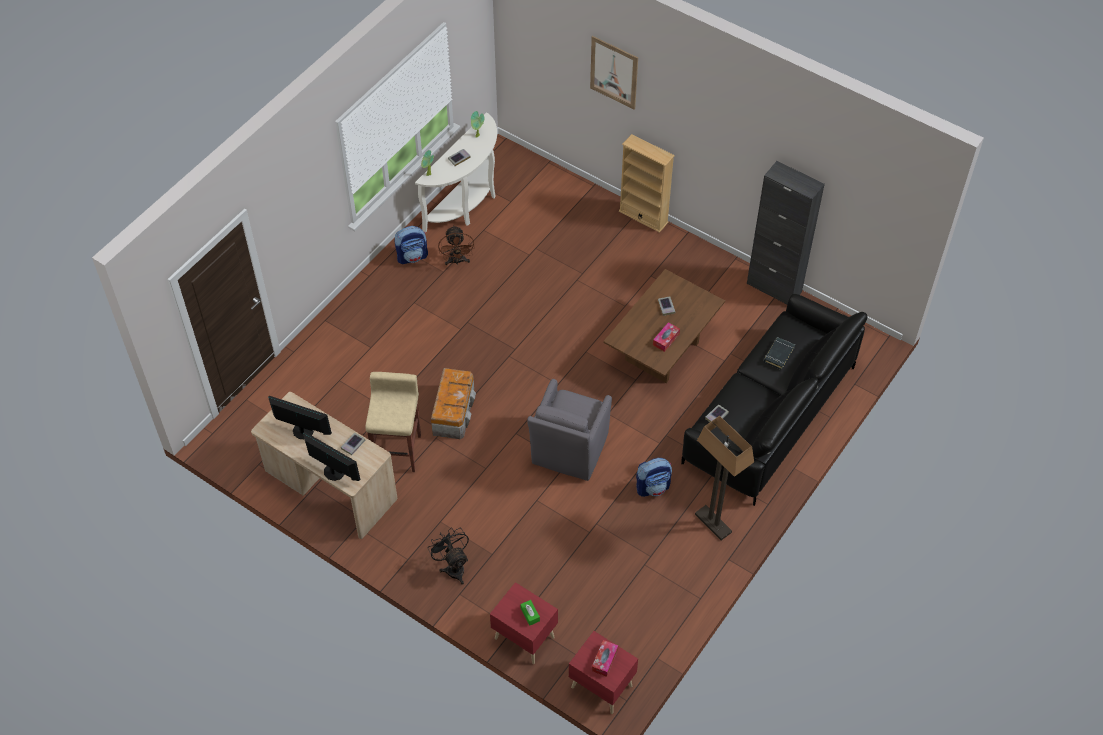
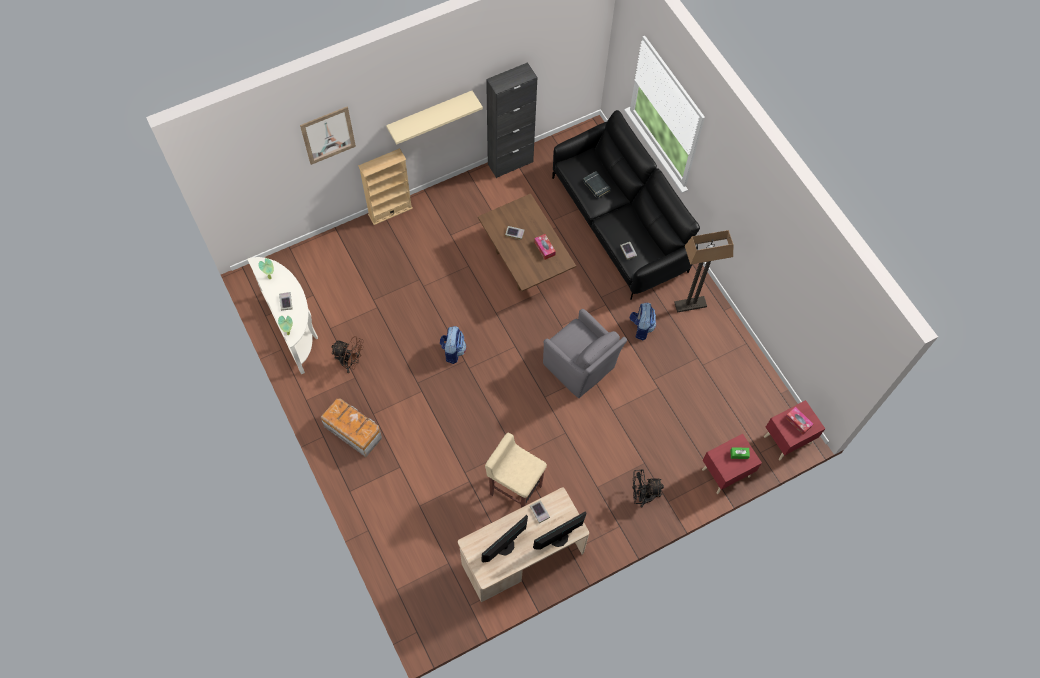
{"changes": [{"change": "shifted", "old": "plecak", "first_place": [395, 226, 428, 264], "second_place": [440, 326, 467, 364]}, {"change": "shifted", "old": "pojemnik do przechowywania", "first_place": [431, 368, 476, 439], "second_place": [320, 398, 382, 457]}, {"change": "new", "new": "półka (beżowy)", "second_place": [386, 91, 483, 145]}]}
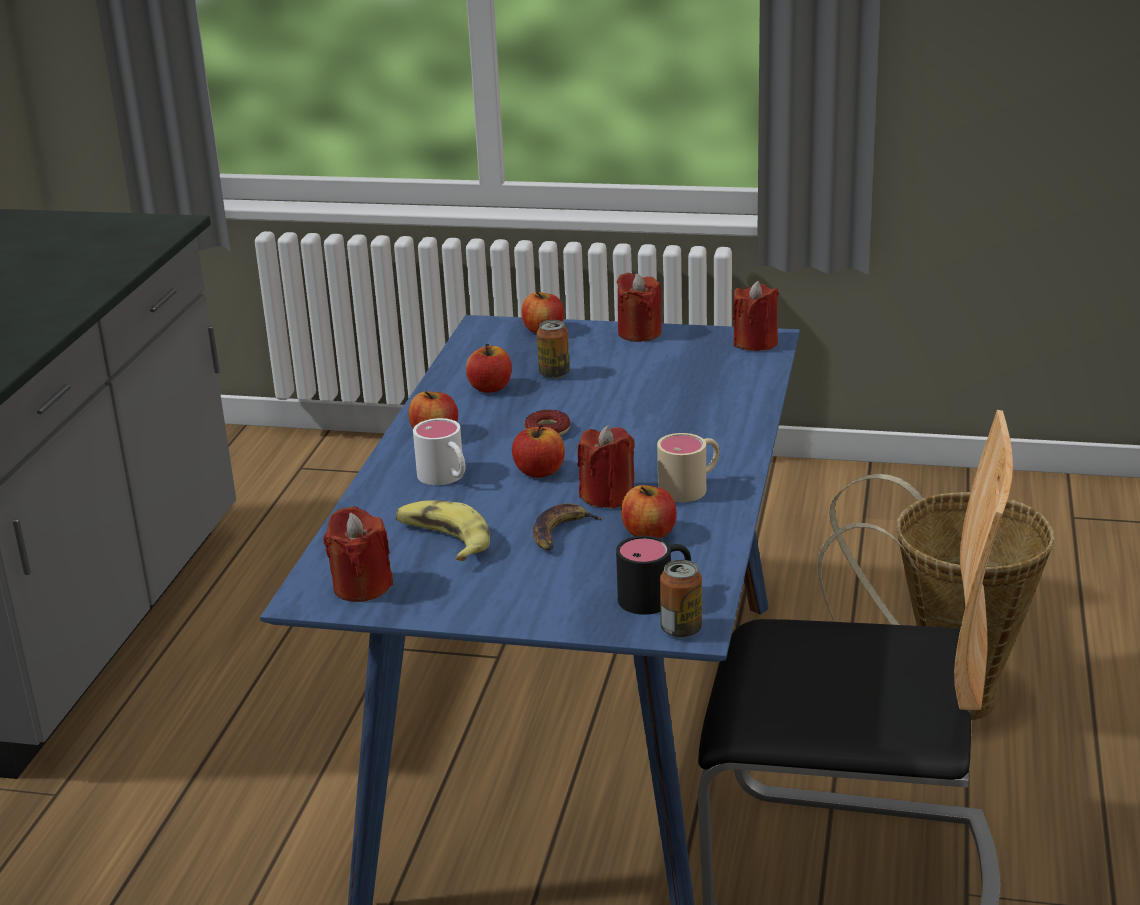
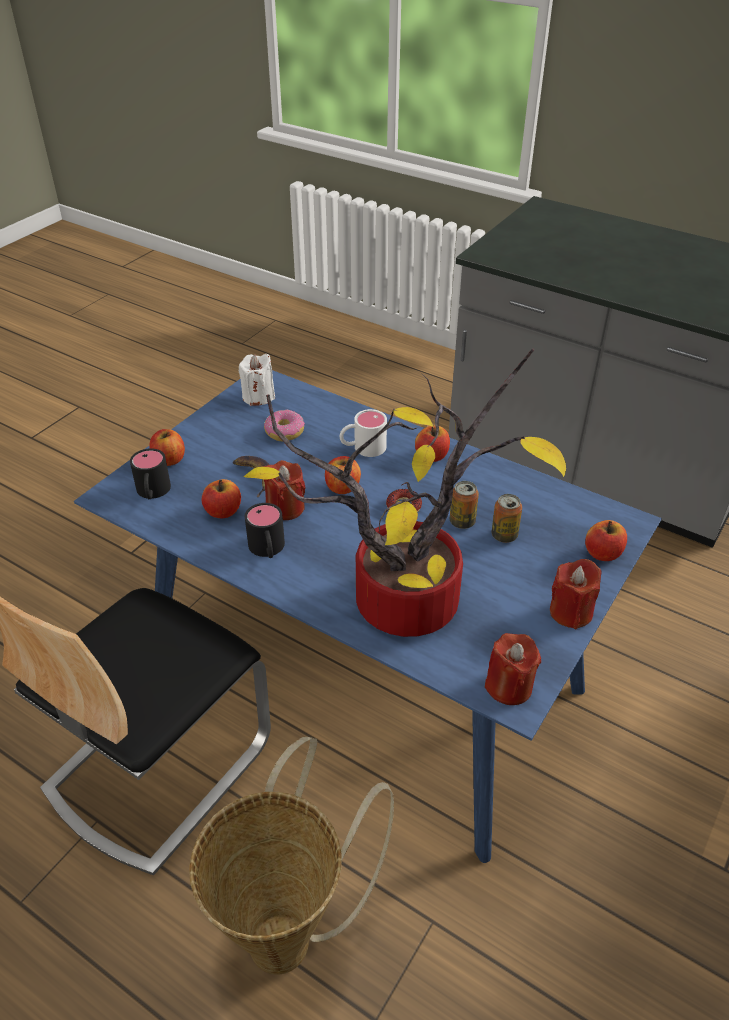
{"changes": [{"change": "repainted", "old": "świeca (czerwony)", "new": "świeca (biały)", "first_place": [323, 506, 393, 602], "second_place": [239, 354, 275, 406]}, {"change": "swapped", "old": "banan", "new": "donut", "first_place": [396, 500, 490, 561], "second_place": [264, 410, 305, 441]}, {"change": "shifted", "old": "jabłko", "first_place": [466, 344, 512, 393], "second_place": [149, 429, 185, 466]}, {"change": "repainted", "old": "kubek (beżowy)", "new": "kubek (czarny)", "first_place": [657, 433, 720, 502], "second_place": [245, 503, 285, 558]}, {"change": "shifted", "old": "puszka", "first_place": [660, 560, 702, 638], "second_place": [450, 481, 479, 529]}, {"change": "new", "new": "roślina doniczkowa", "second_place": [244, 348, 566, 637]}]}
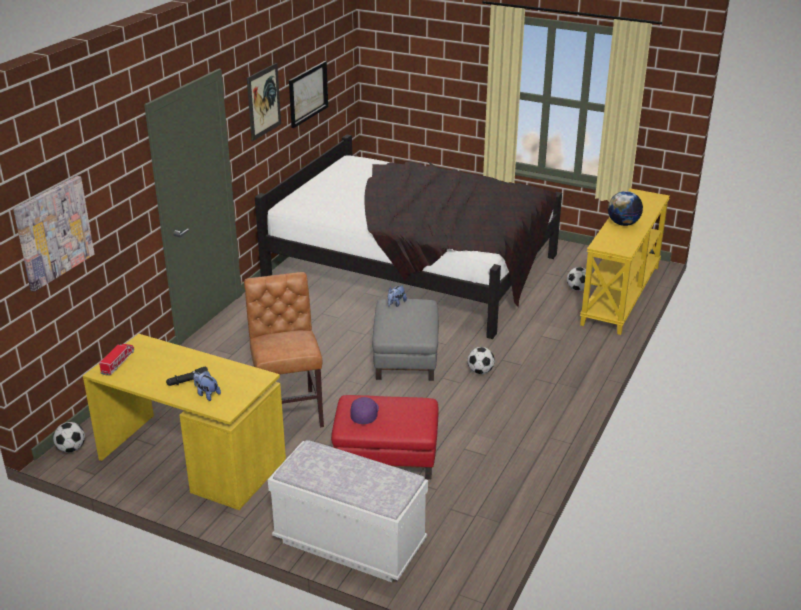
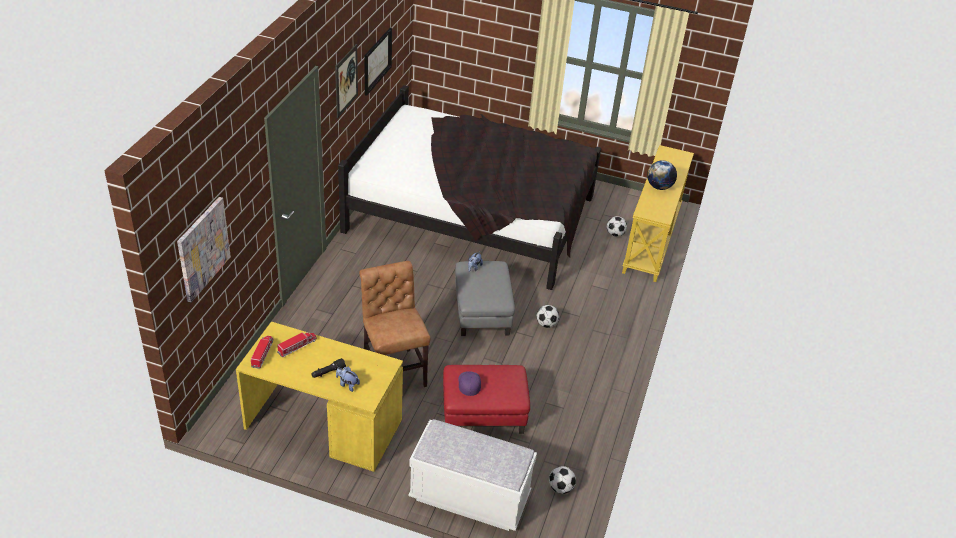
{"changes": [{"change": "shifted", "old": "piłka futbolowa", "first_place": [53, 422, 85, 453], "second_place": [549, 466, 576, 494]}, {"change": "new", "new": "ciężarówka zabawkowa", "second_place": [277, 332, 317, 357]}]}
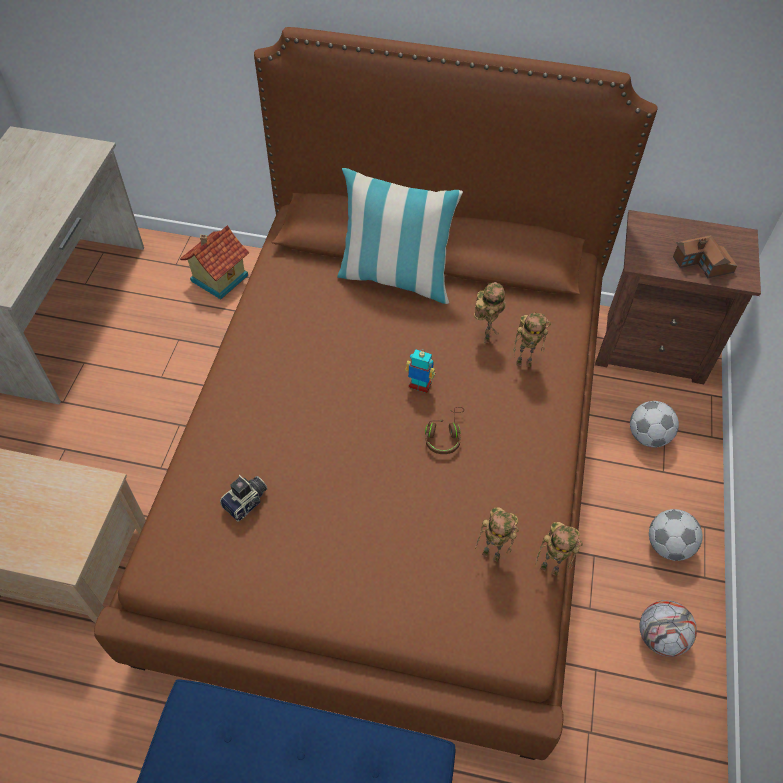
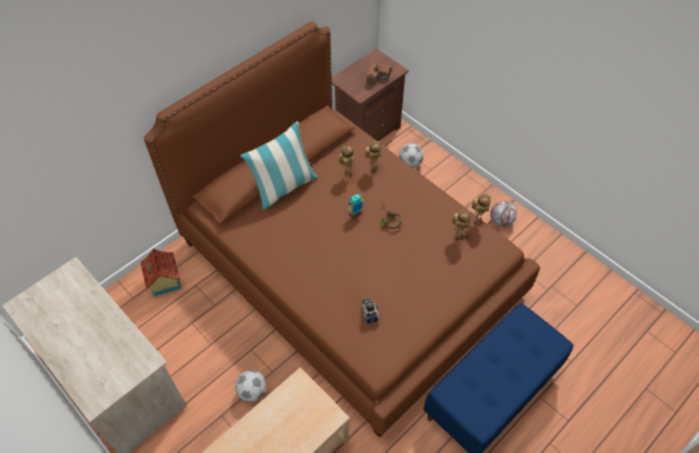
{"changes": [{"change": "shifted", "old": "piłka futbolowa", "first_place": [649, 509, 703, 561], "second_place": [235, 370, 266, 402]}]}
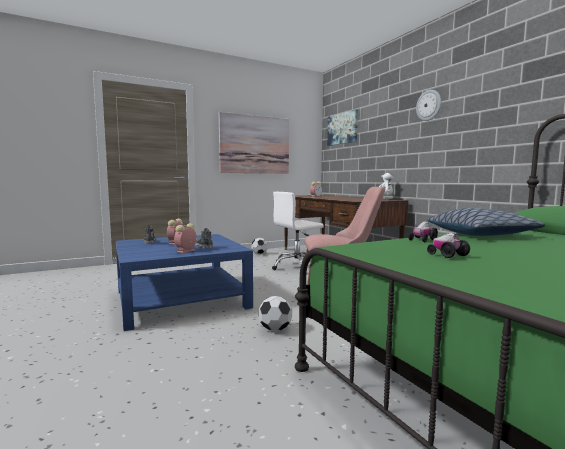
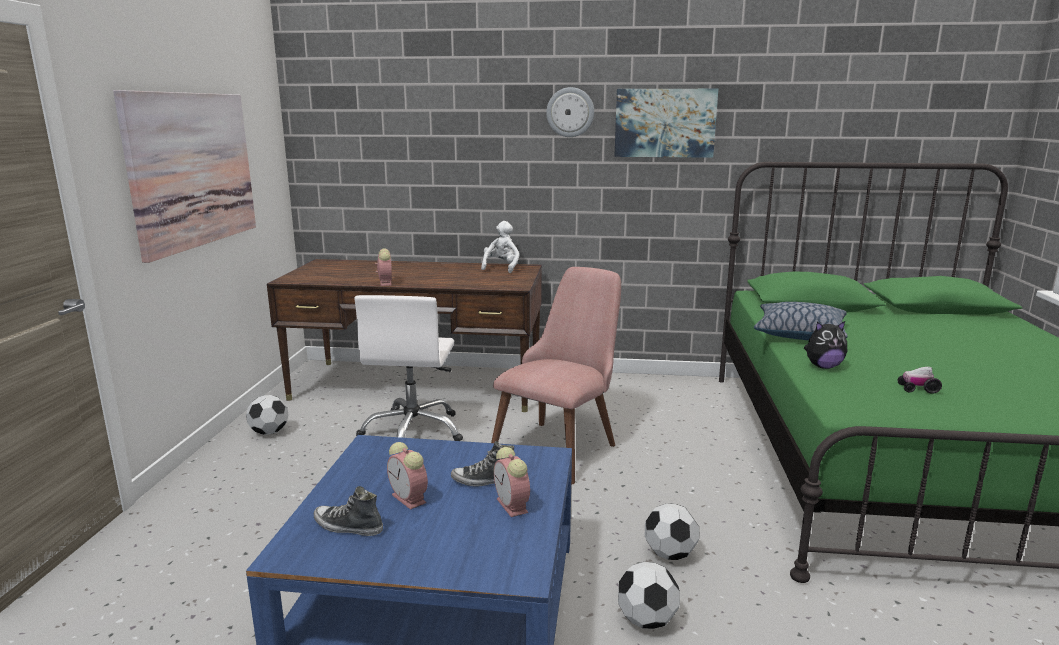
{"changes": [{"change": "shifted", "old": "obraz", "first_place": [327, 109, 358, 146], "second_place": [614, 89, 718, 158]}, {"change": "swapped", "old": "samochodzik", "new": "pluszak", "first_place": [408, 221, 438, 242], "second_place": [804, 321, 847, 369]}, {"change": "new", "new": "piłka futbolowa", "second_place": [618, 562, 680, 629]}]}
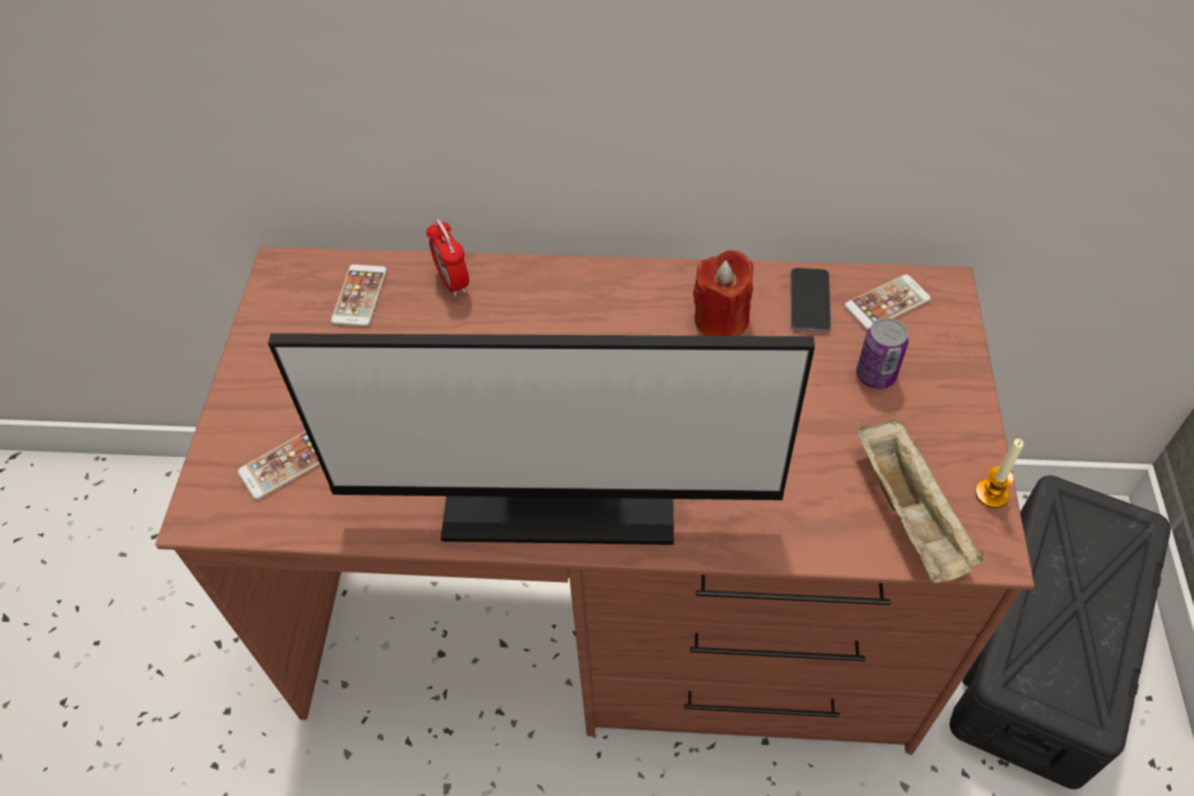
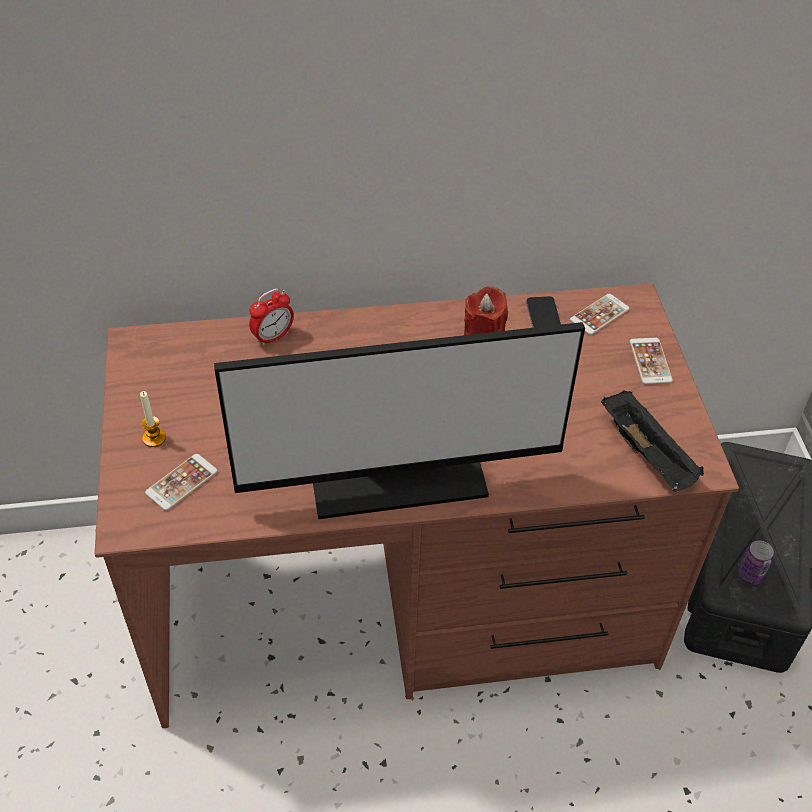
{"changes": [{"change": "shifted", "old": "telefon", "first_place": [331, 264, 387, 326], "second_place": [629, 338, 673, 385]}, {"change": "rotated", "old": "budzik", "first_place": [427, 219, 469, 297], "second_place": [249, 288, 294, 346], "degrees": -90}, {"change": "shifted", "old": "puszka", "first_place": [856, 318, 908, 389], "second_place": [738, 541, 774, 585]}, {"change": "repainted", "old": "taca (beżowy)", "new": "taca (czarny)", "first_place": [857, 419, 983, 583], "second_place": [601, 390, 704, 492]}, {"change": "shifted", "old": "świeca", "first_place": [975, 439, 1024, 508], "second_place": [140, 391, 166, 447]}]}
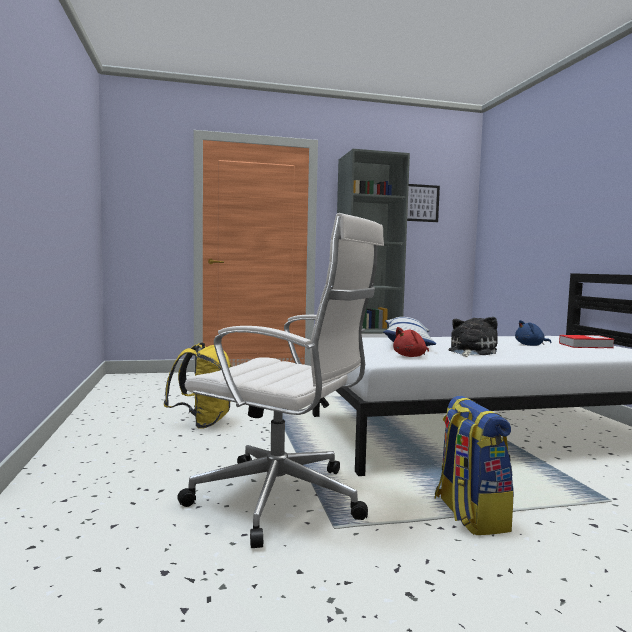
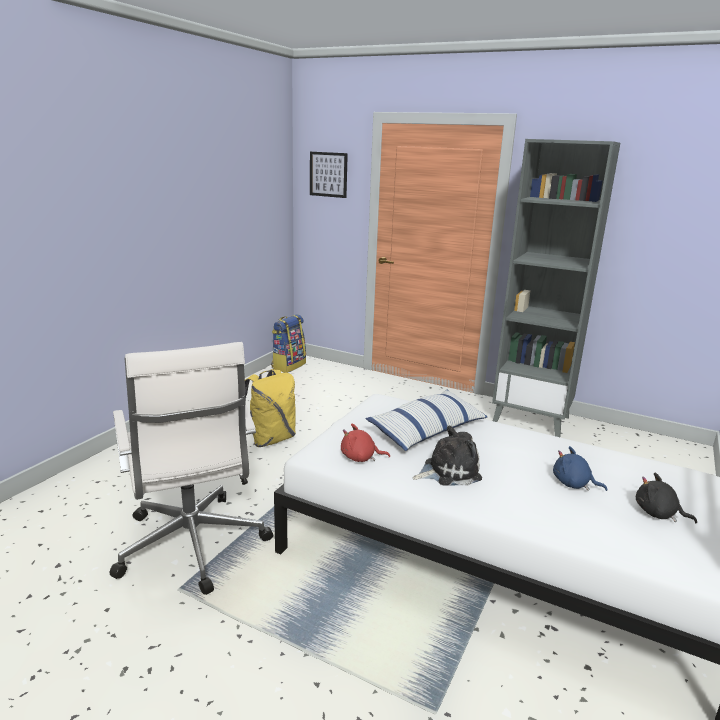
{"changes": [{"change": "shifted", "old": "obraz", "first_place": [407, 184, 440, 222], "second_place": [310, 152, 348, 198]}, {"change": "shifted", "old": "plecak", "first_place": [434, 396, 514, 535], "second_place": [271, 314, 306, 373]}, {"change": "swapped", "old": "książka", "new": "pluszak (czarny)", "first_place": [559, 335, 615, 348], "second_place": [636, 473, 697, 524]}]}
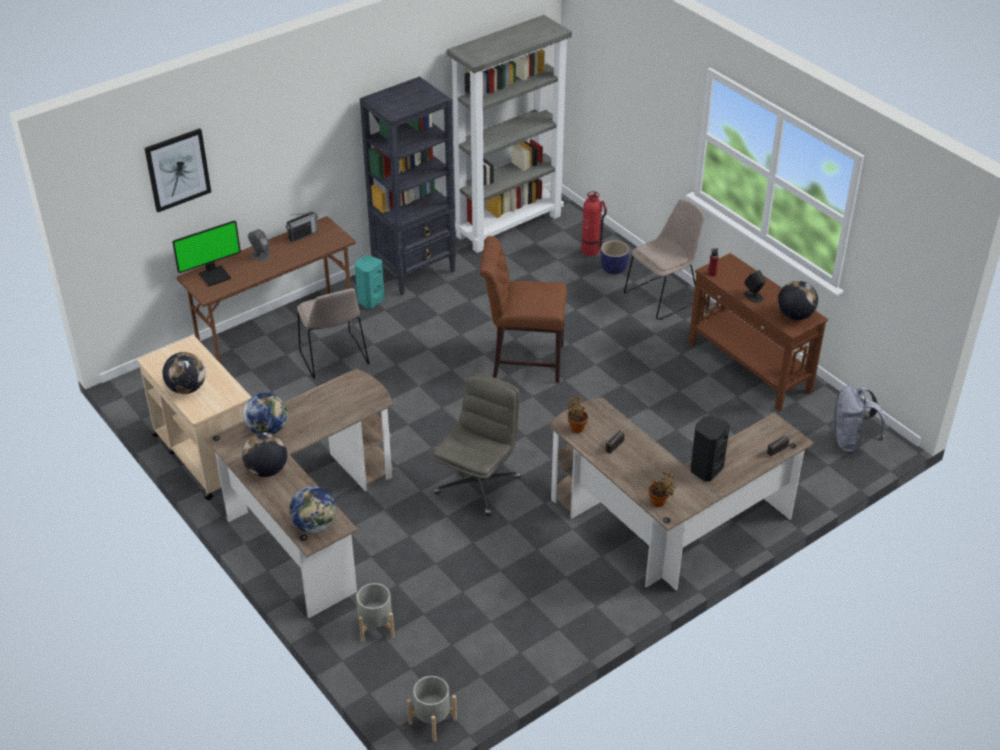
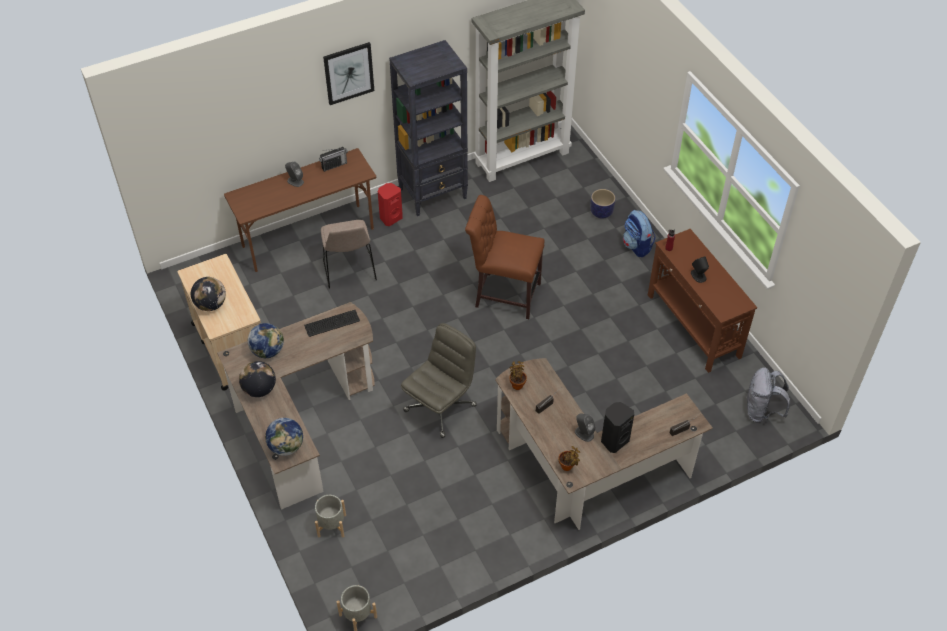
{"changes": [{"change": "shifted", "old": "obraz", "first_place": [144, 128, 211, 212], "second_place": [323, 42, 374, 105]}, {"change": "gone", "old": "monitor", "first_place": [172, 220, 241, 286]}, {"change": "repainted", "old": "głośnik (turkusowy)", "new": "głośnik (czerwony)", "first_place": [355, 255, 385, 309], "second_place": [378, 183, 403, 226]}, {"change": "gone", "old": "gaśnica", "first_place": [581, 191, 607, 256]}, {"change": "swapped", "old": "krzesło (beżowy)", "new": "plecak", "first_place": [624, 199, 704, 320], "second_place": [623, 210, 656, 257]}, {"change": "gone", "old": "globus", "first_place": [778, 281, 818, 320]}, {"change": "new", "new": "klawiatura", "second_place": [304, 310, 360, 337]}, {"change": "new", "new": "głośnik (szary)", "second_place": [575, 413, 596, 442]}]}
